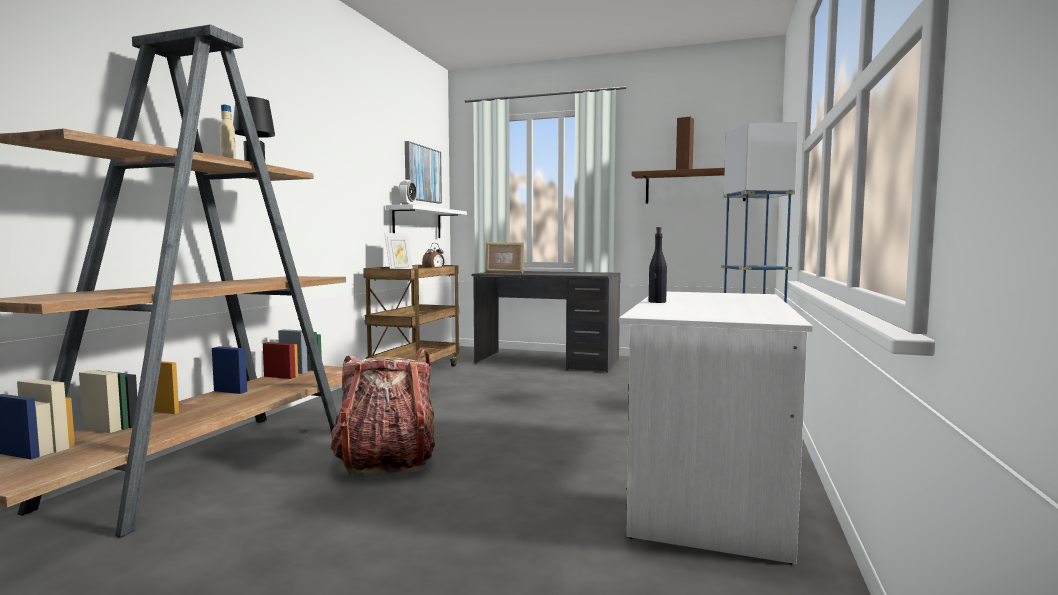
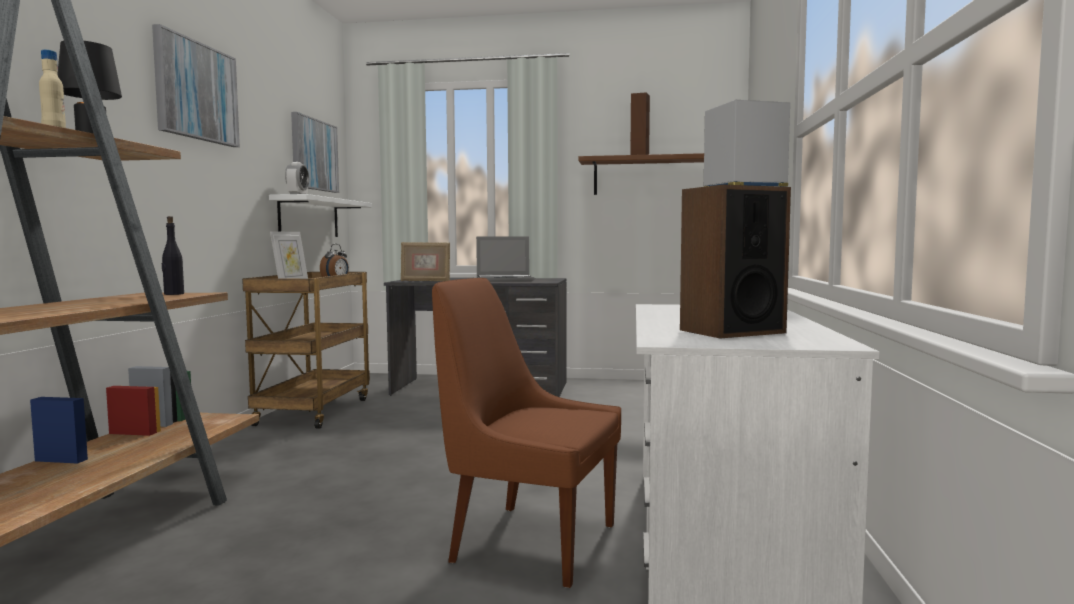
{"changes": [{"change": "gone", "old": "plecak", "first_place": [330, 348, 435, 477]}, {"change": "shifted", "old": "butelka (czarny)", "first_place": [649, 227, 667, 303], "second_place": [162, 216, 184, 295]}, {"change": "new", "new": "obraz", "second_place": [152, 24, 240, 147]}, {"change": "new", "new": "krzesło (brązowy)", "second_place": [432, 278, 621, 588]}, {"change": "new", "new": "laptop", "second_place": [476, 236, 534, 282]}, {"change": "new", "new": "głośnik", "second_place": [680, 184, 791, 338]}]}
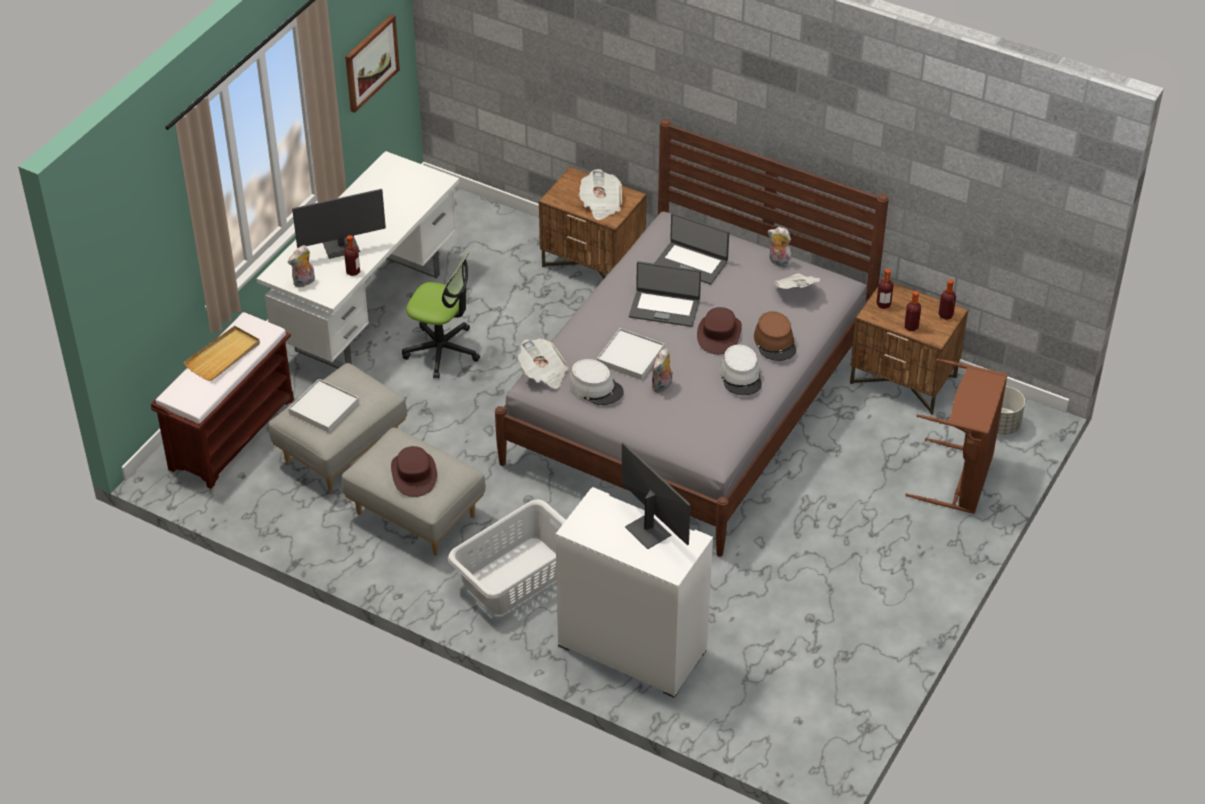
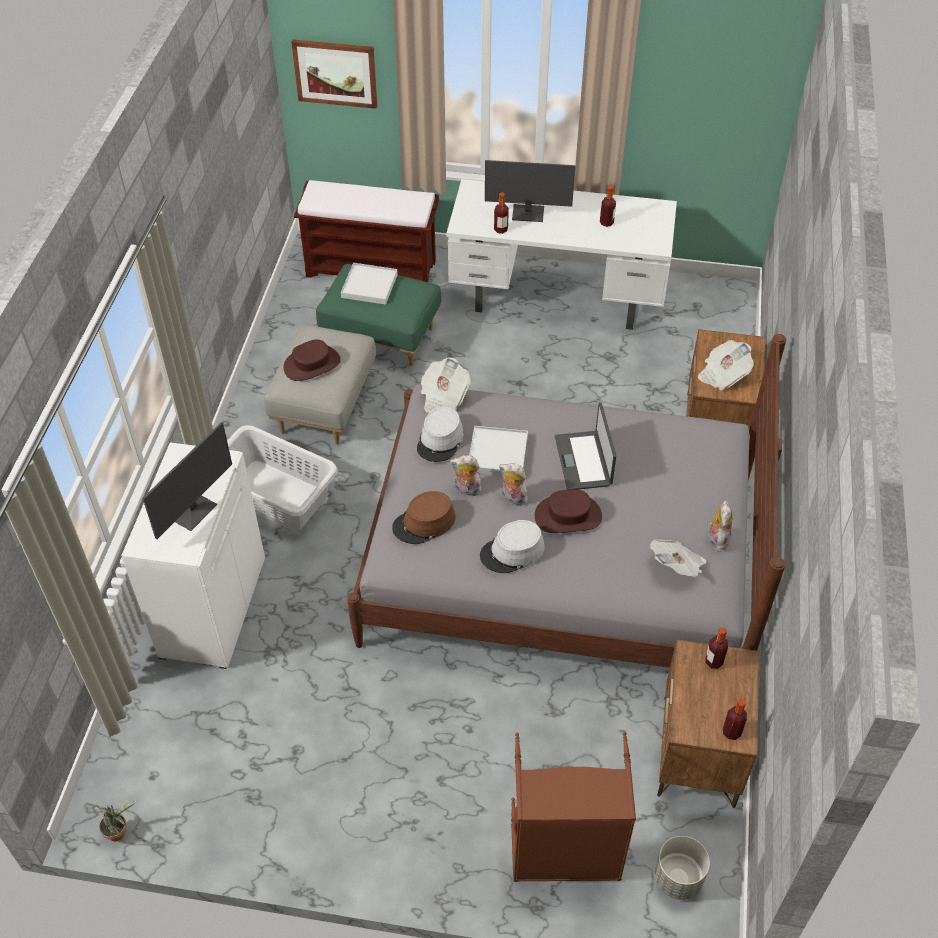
{"changes": [{"change": "gone", "old": "taca (beżowy)", "first_place": [183, 326, 260, 381]}, {"change": "repainted", "old": "pufa (szary)", "new": "pufa (zielony)", "first_place": [269, 363, 407, 492], "second_place": [316, 264, 441, 366]}, {"change": "shifted", "old": "pluszak", "first_place": [288, 245, 315, 287], "second_place": [499, 463, 528, 506]}, {"change": "rotated", "old": "monitor", "first_place": [292, 189, 386, 259], "second_place": [485, 160, 575, 222], "degrees": -45}, {"change": "shifted", "old": "obraz", "first_place": [345, 14, 400, 113], "second_place": [291, 40, 377, 109]}, {"change": "gone", "old": "krzesło biurowe", "first_place": [402, 252, 480, 379]}, {"change": "gone", "old": "laptop", "first_place": [654, 213, 729, 284]}, {"change": "shifted", "old": "kapelusz (brązowy)", "first_place": [754, 311, 796, 361], "second_place": [392, 491, 456, 544]}, {"change": "shifted", "old": "butelka", "first_place": [904, 291, 921, 331], "second_place": [600, 186, 616, 227]}, {"change": "new", "new": "roślina doniczkowa", "second_place": [95, 801, 136, 841]}]}
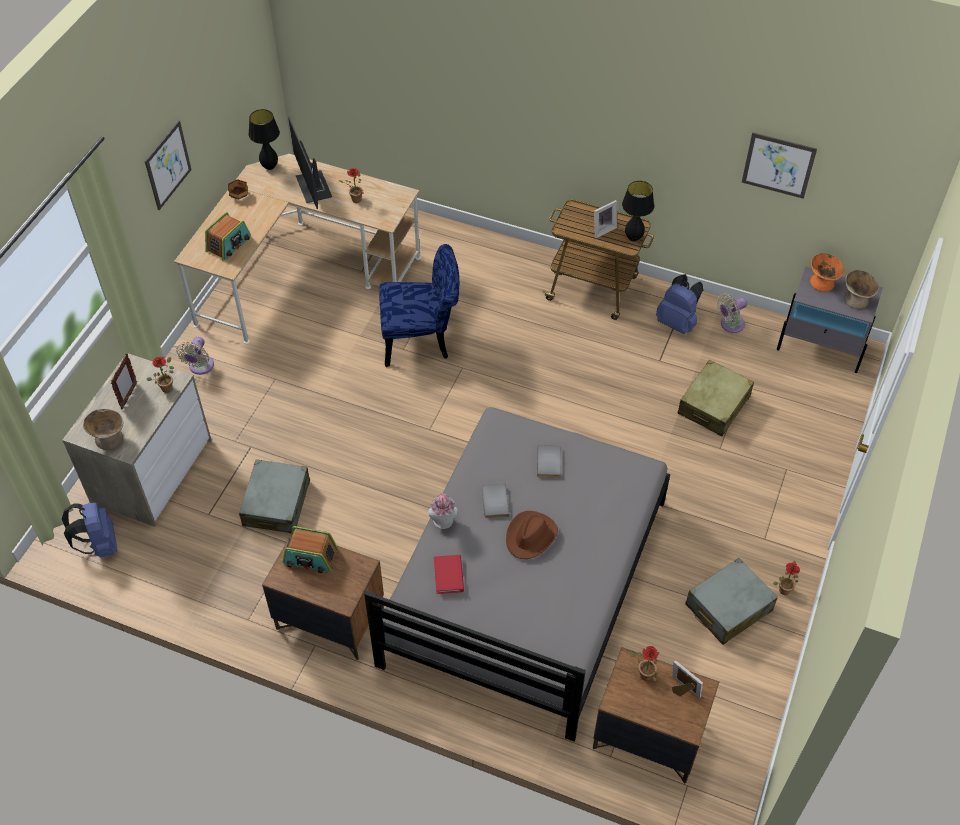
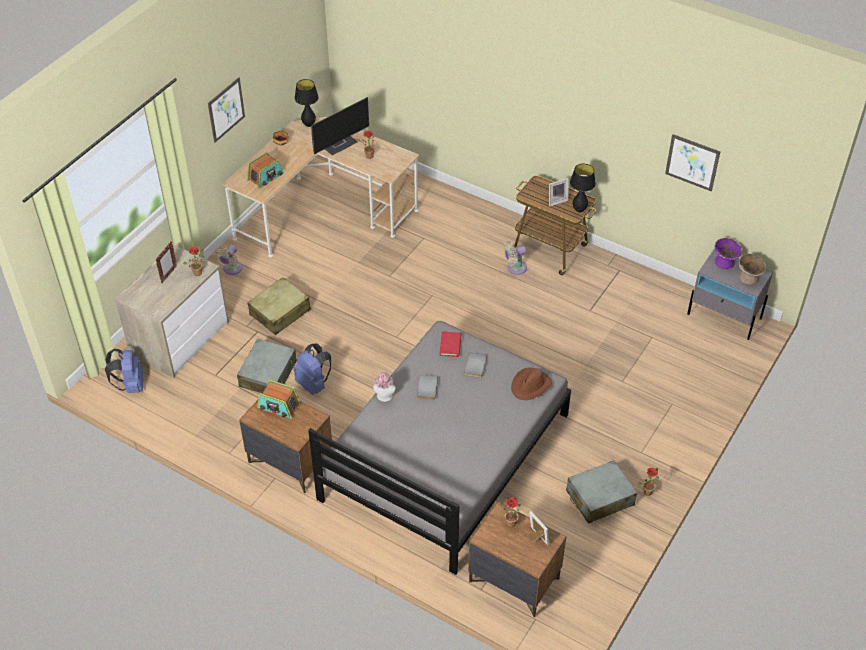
{"changes": [{"change": "gone", "old": "miska (beżowy)", "first_place": [83, 409, 123, 450]}, {"change": "rotated", "old": "monitor", "first_place": [288, 117, 332, 209], "second_place": [311, 97, 369, 155], "degrees": -120}, {"change": "gone", "old": "krzesło (niebieski)", "first_place": [379, 244, 460, 367]}, {"change": "shifted", "old": "książka (czerwony)", "first_place": [434, 555, 464, 594], "second_place": [440, 332, 461, 357]}, {"change": "shifted", "old": "kapelusz (brązowy)", "first_place": [506, 511, 558, 559], "second_place": [511, 367, 552, 400]}, {"change": "shifted", "old": "plecak (niebieski)", "first_place": [656, 274, 703, 334], "second_place": [294, 344, 331, 395]}, {"change": "shifted", "old": "walizka (beżowy)", "first_place": [678, 360, 754, 436], "second_place": [247, 277, 311, 335]}, {"change": "shifted", "old": "wentylator (beżowy)", "first_place": [717, 293, 747, 333], "second_place": [504, 241, 527, 275]}, {"change": "repainted", "old": "miska (pomarańczowy)", "new": "miska (fioletowy)", "first_place": [810, 253, 844, 292], "second_place": [715, 238, 741, 269]}]}
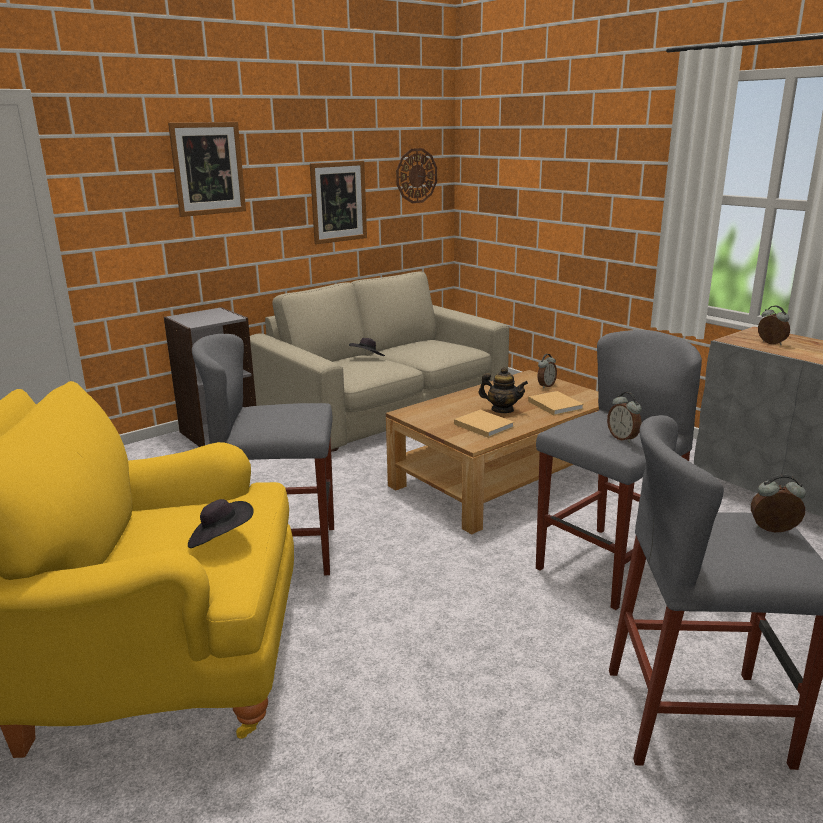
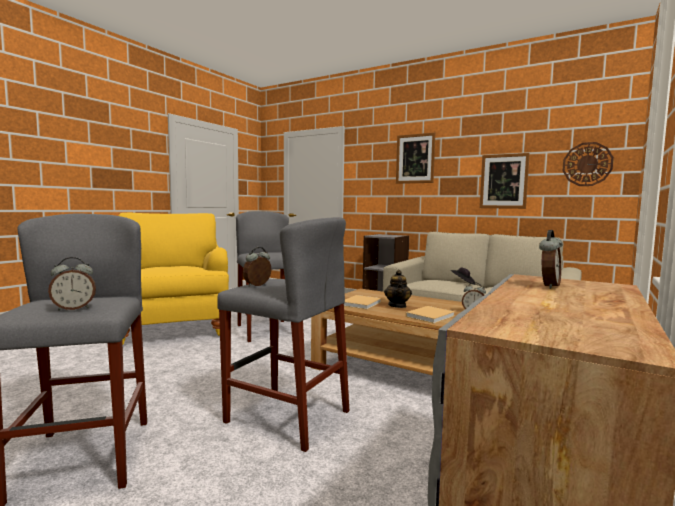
{"changes": [{"change": "gone", "old": "kapelusz (czarny)", "first_place": [188, 499, 254, 548]}, {"change": "rotated", "old": "budzik", "first_place": [751, 475, 806, 532], "second_place": [48, 257, 96, 311], "degrees": 75}]}
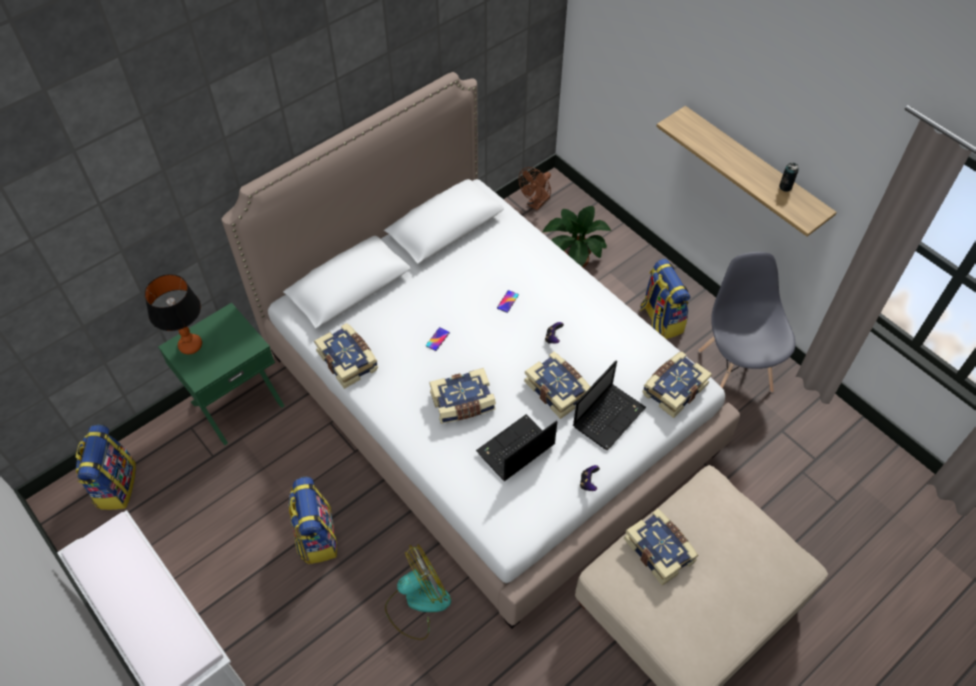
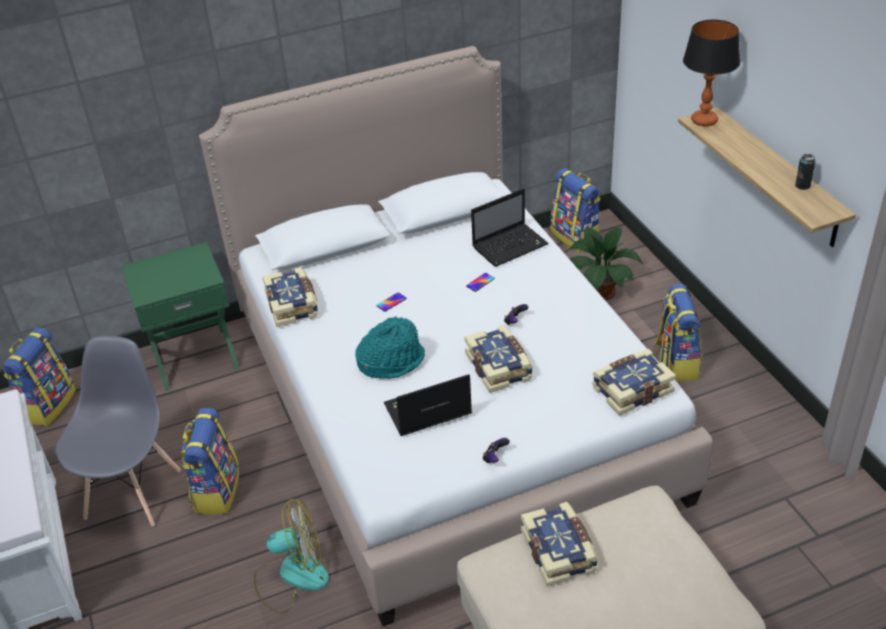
{"changes": [{"change": "shifted", "old": "lampa stołowa", "first_place": [144, 274, 202, 354], "second_place": [683, 20, 740, 126]}, {"change": "swapped", "old": "książka", "new": "kapelusz (turkusowy)", "first_place": [429, 368, 496, 424], "second_place": [355, 316, 425, 379]}, {"change": "swapped", "old": "wentylator (brązowy)", "new": "plecak", "first_place": [518, 167, 551, 210], "second_place": [551, 168, 601, 253]}, {"change": "shifted", "old": "laptop", "first_place": [573, 360, 646, 450], "second_place": [471, 189, 549, 267]}, {"change": "shifted", "old": "krzesło (szary)", "first_place": [698, 252, 795, 392], "second_place": [55, 336, 181, 526]}]}
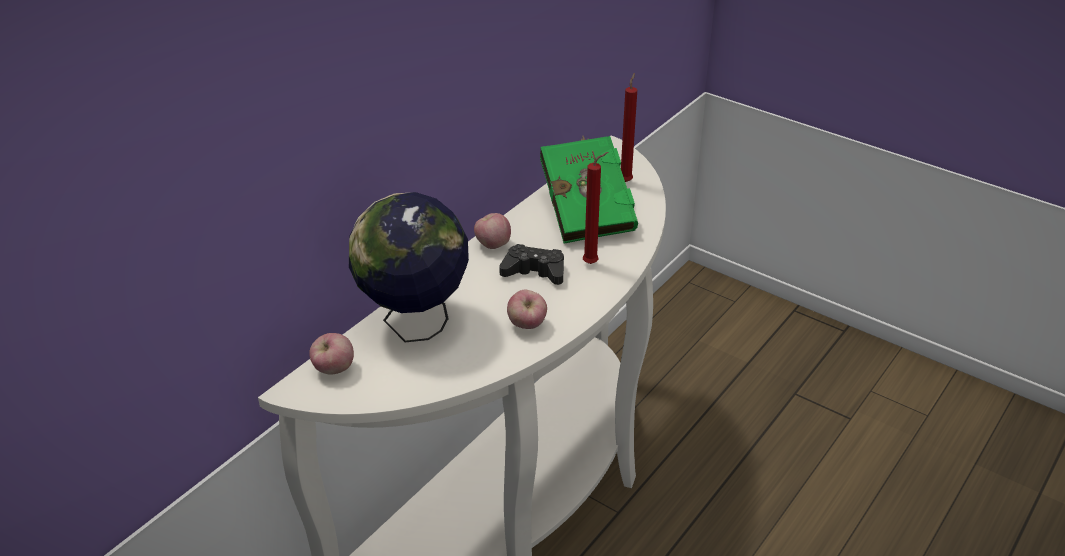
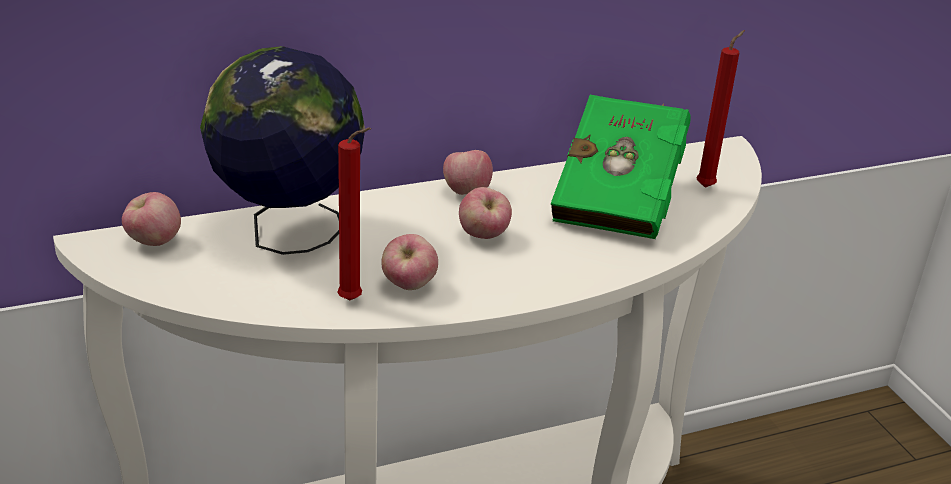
{"changes": [{"change": "swapped", "old": "pad do gier (czarny)", "new": "jabłko", "first_place": [499, 244, 564, 285], "second_place": [459, 187, 512, 239]}, {"change": "shifted", "old": "świeca (czerwony)", "first_place": [583, 152, 608, 264], "second_place": [337, 128, 371, 300]}]}
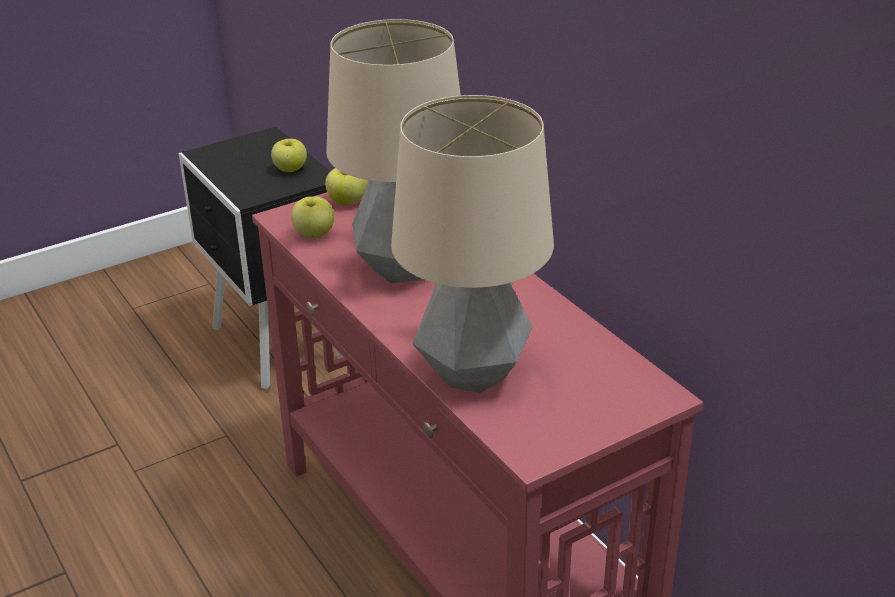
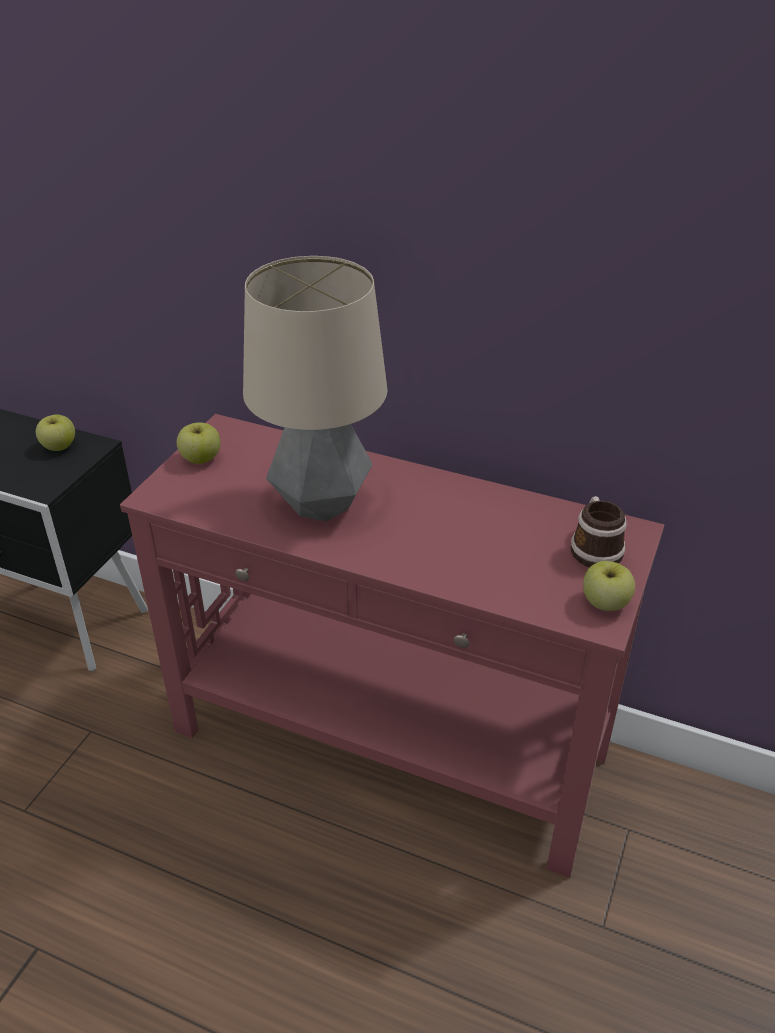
{"changes": [{"change": "shifted", "old": "jabłko", "first_place": [291, 196, 334, 238], "second_place": [583, 561, 635, 611]}, {"change": "gone", "old": "lampa stołowa", "first_place": [391, 95, 554, 393]}, {"change": "new", "new": "kubek", "second_place": [571, 496, 627, 567]}]}
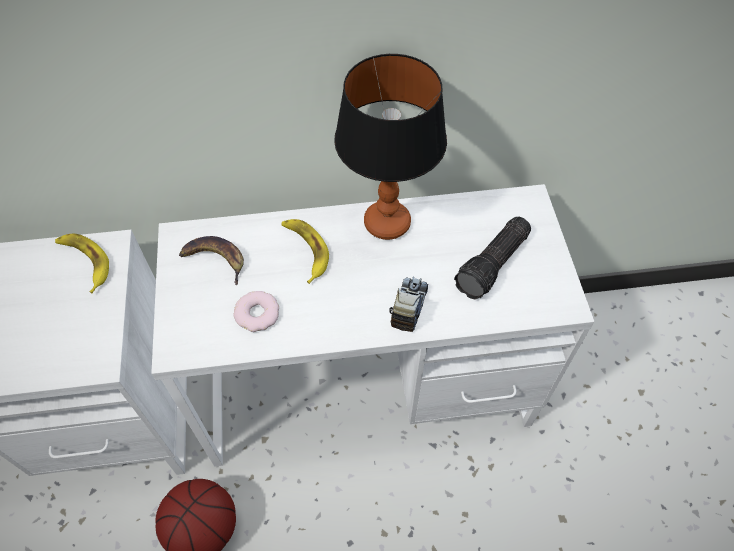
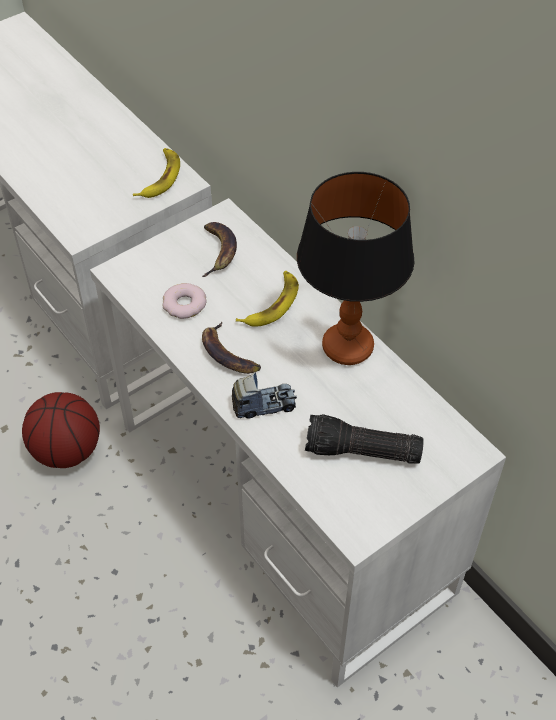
{"changes": [{"change": "new", "new": "banan", "second_place": [202, 322, 261, 374]}]}
